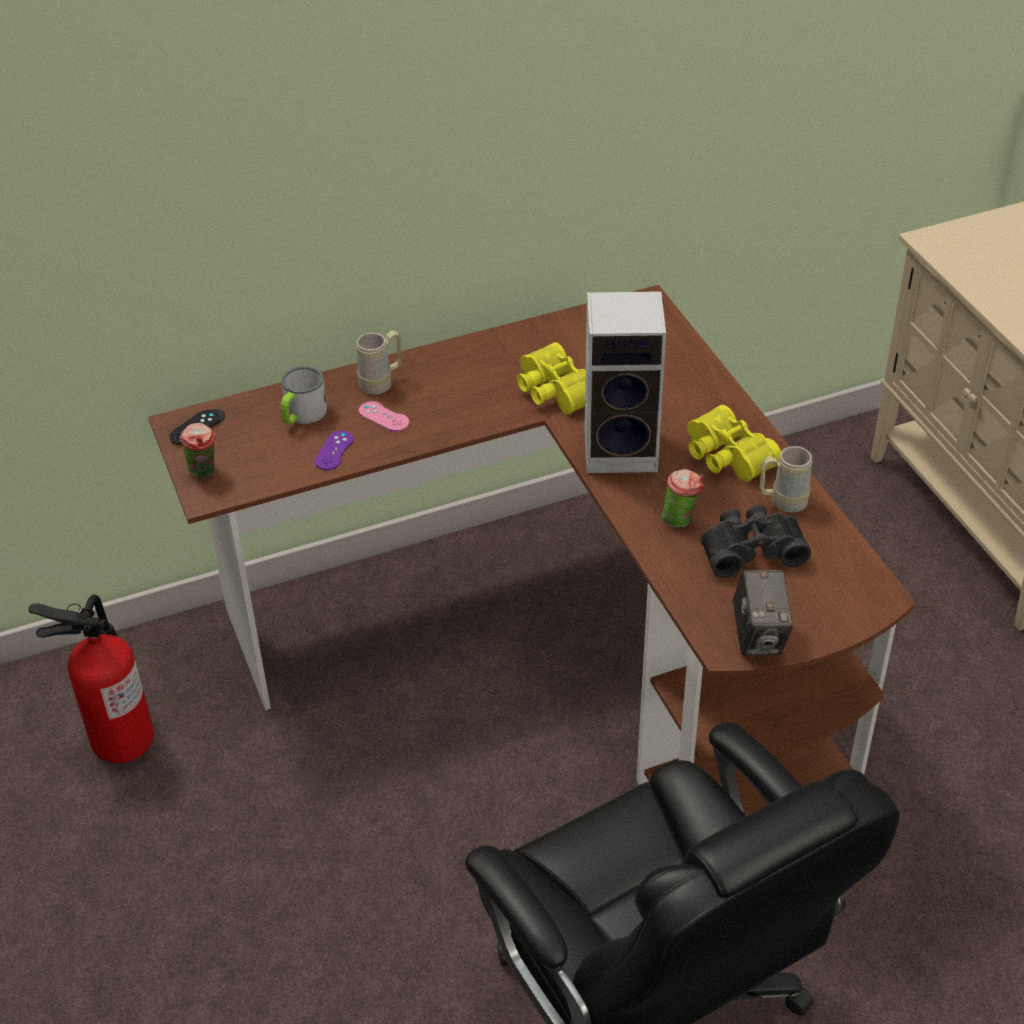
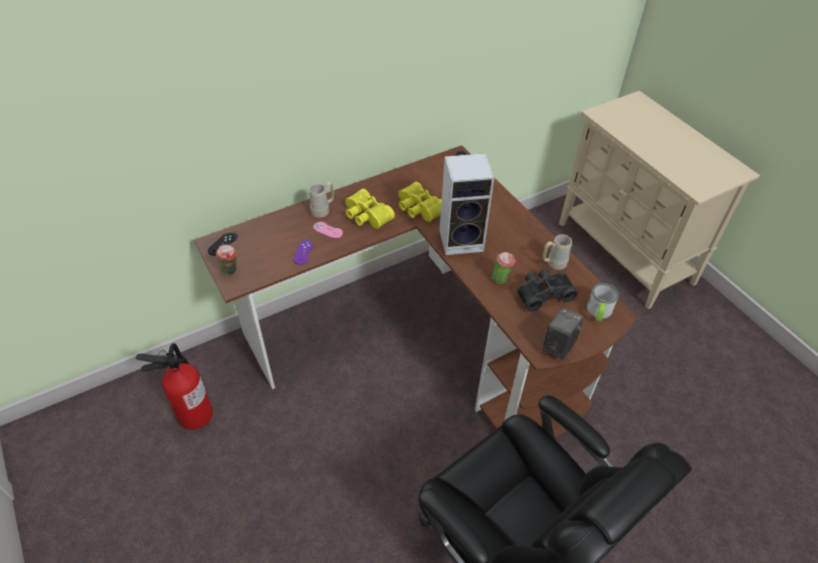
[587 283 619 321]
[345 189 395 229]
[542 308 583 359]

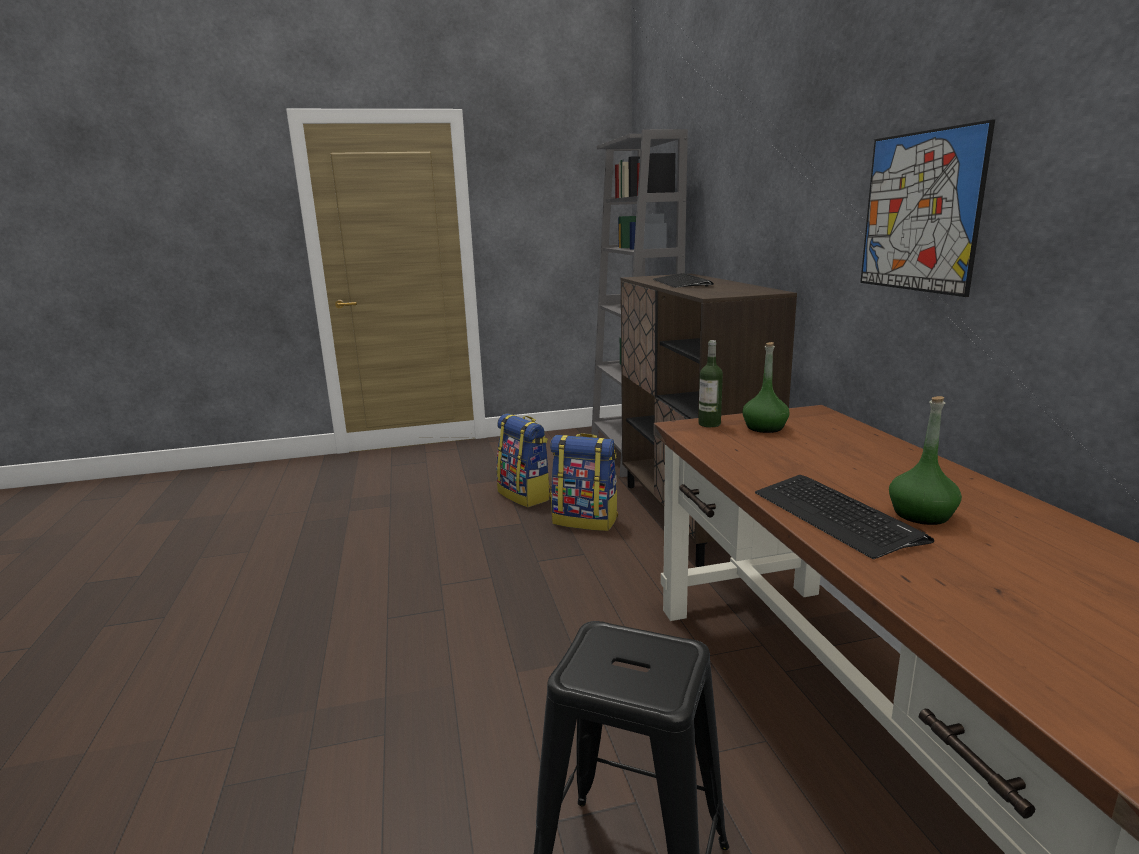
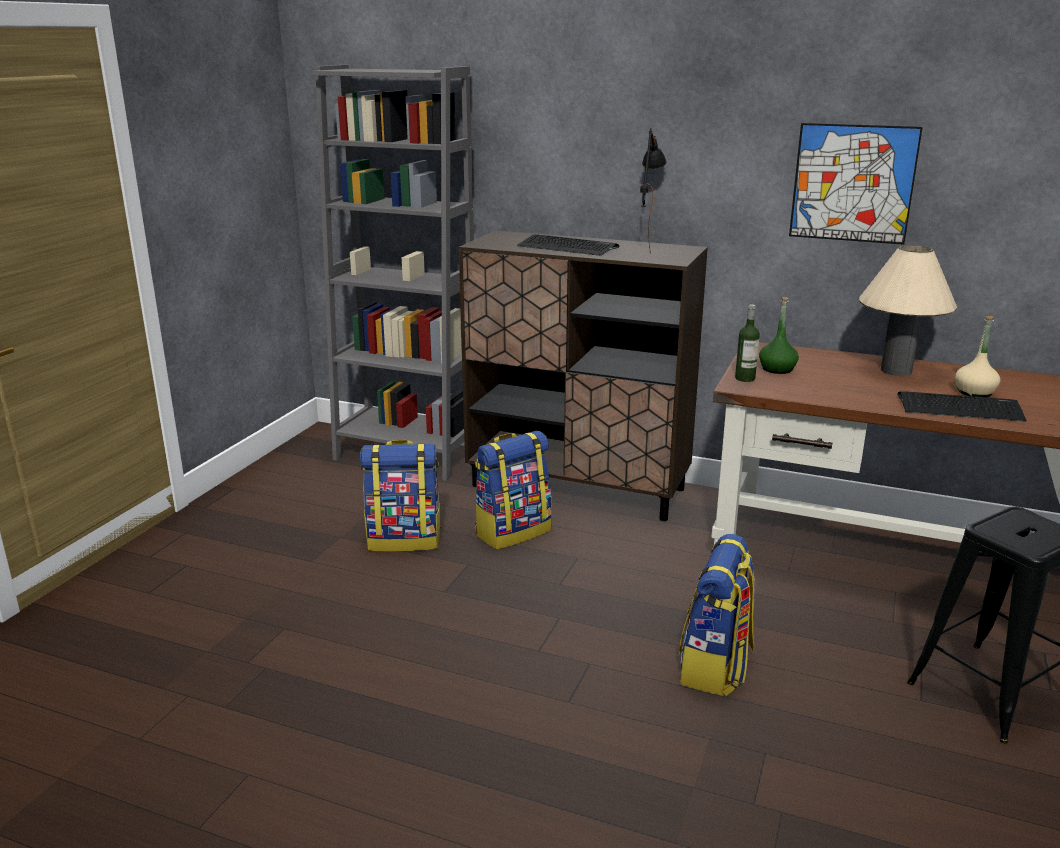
[955 316 1000 397]
[640 128 667 254]
[859 245 957 376]
[679 534 755 696]

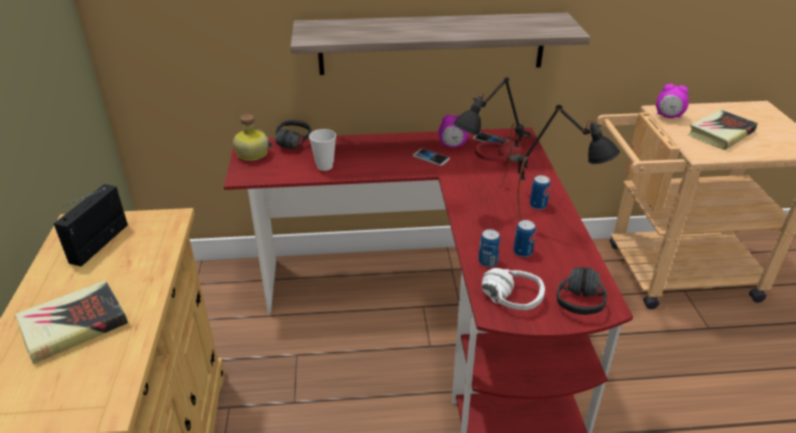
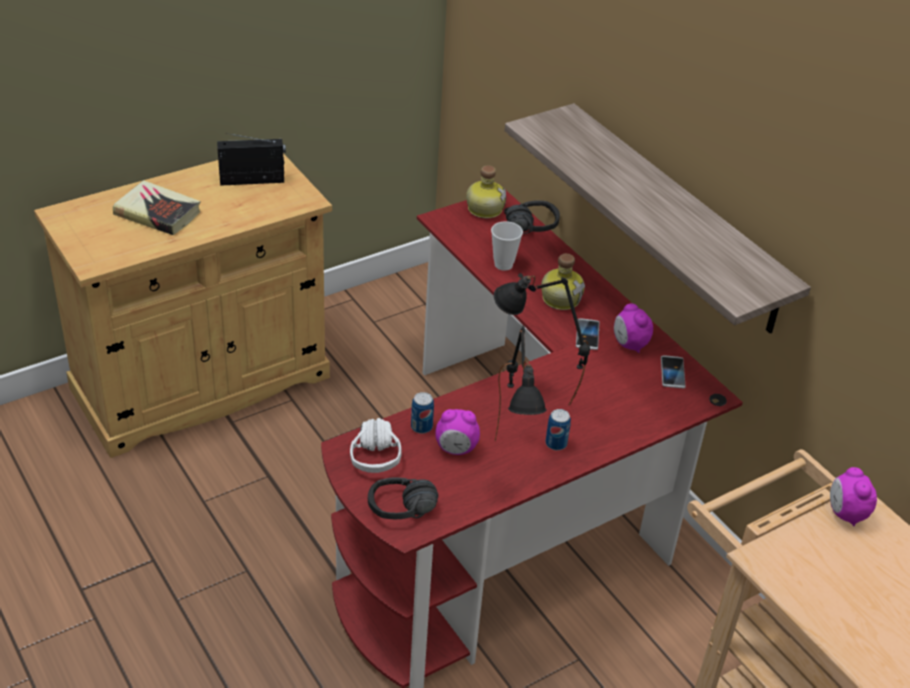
[688 109 758 150] (first image)
[475 141 523 164] (first image)
[435 409 480 455]
[541 254 585 310]

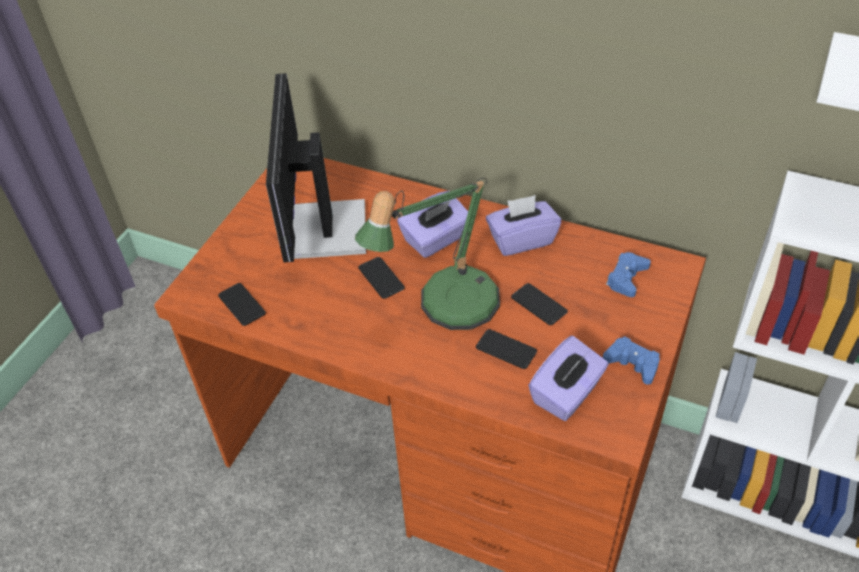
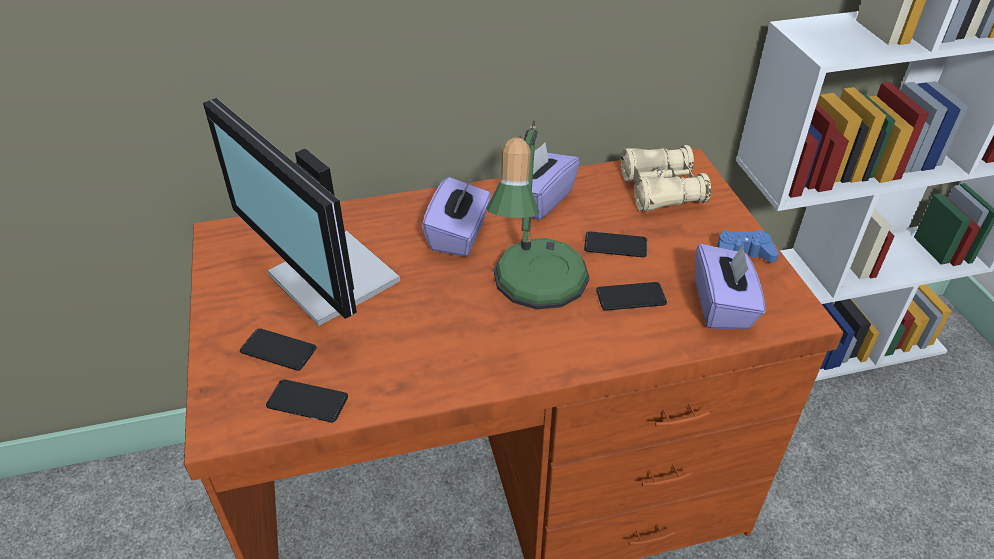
[621 145 711 212]
[240 328 316 371]

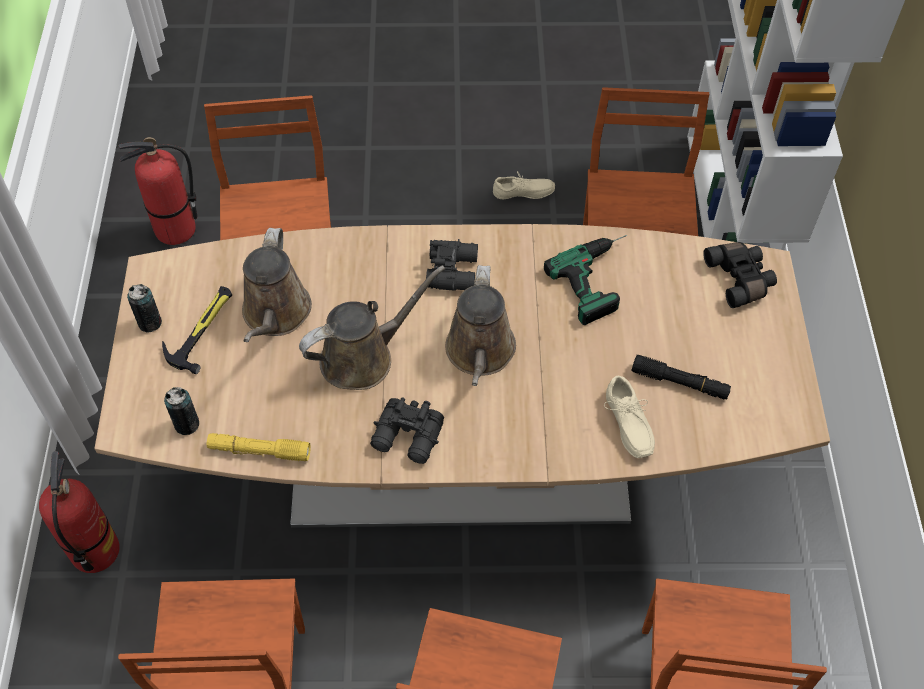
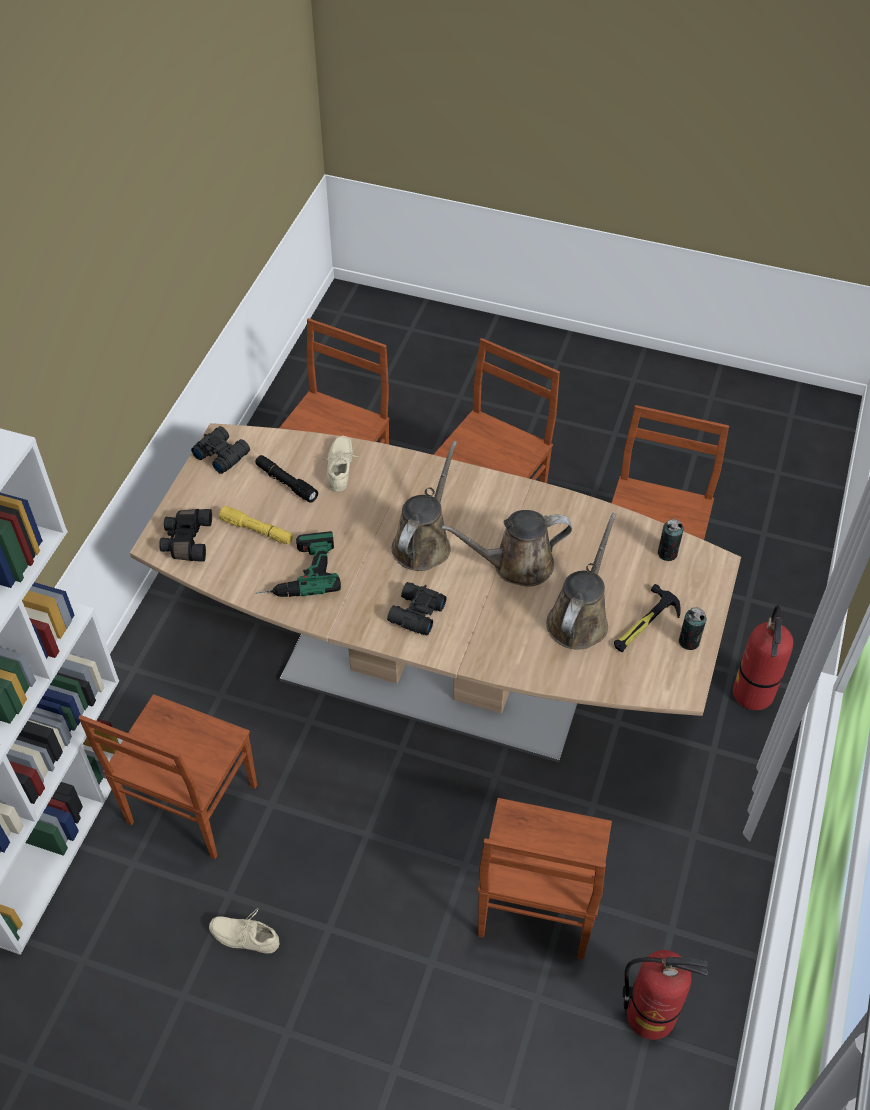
[191 426 250 474]
[219 506 293 545]

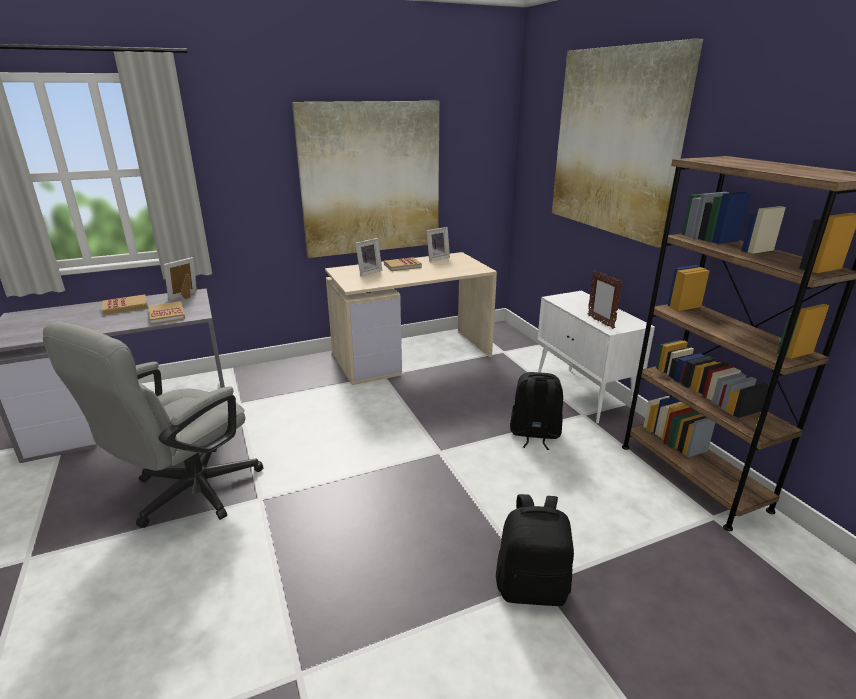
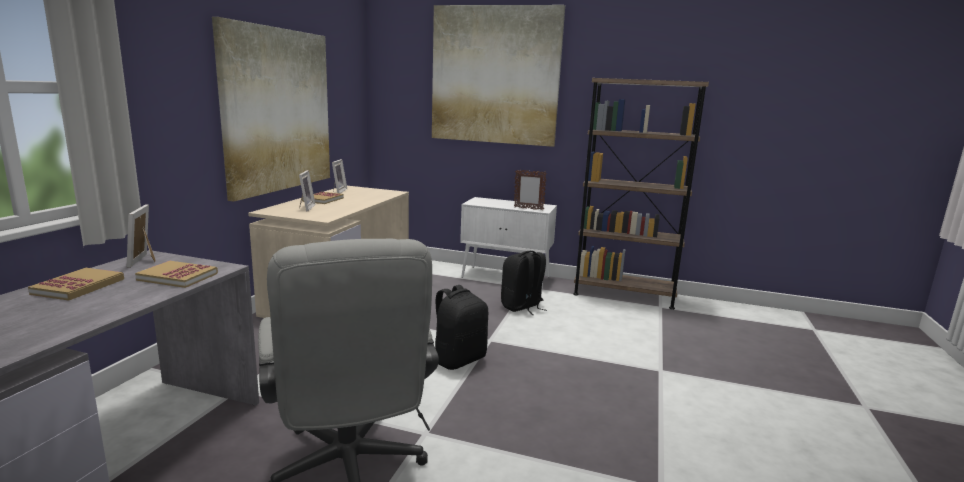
[435 285 488 370]

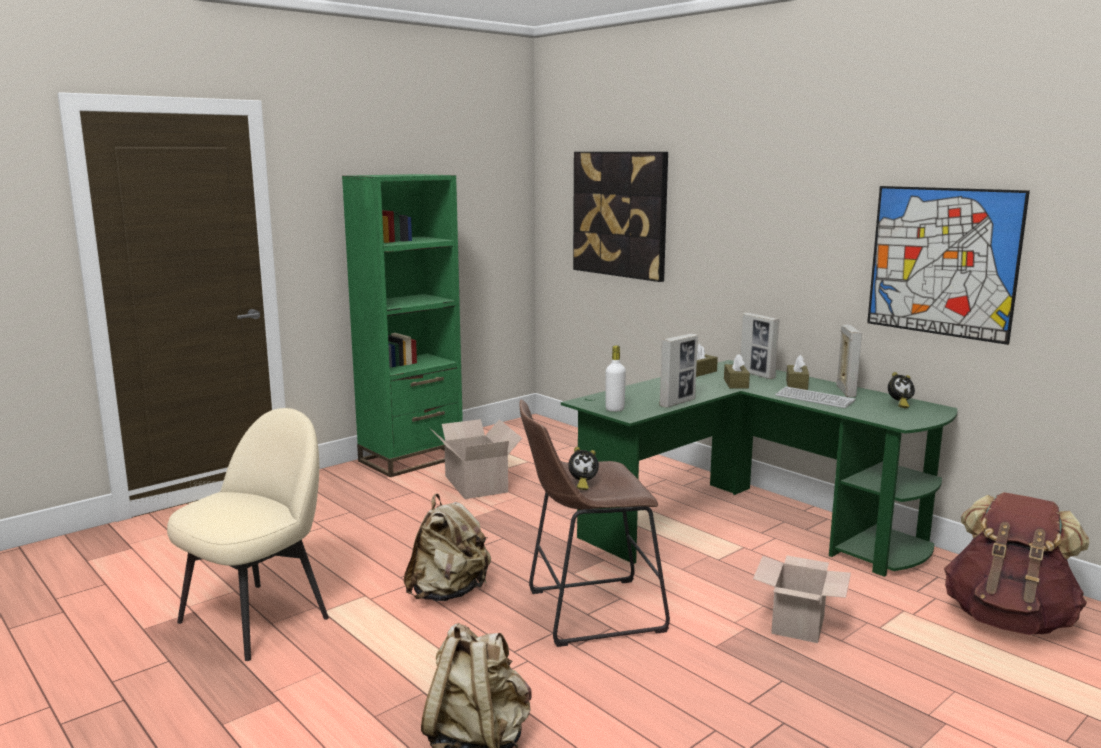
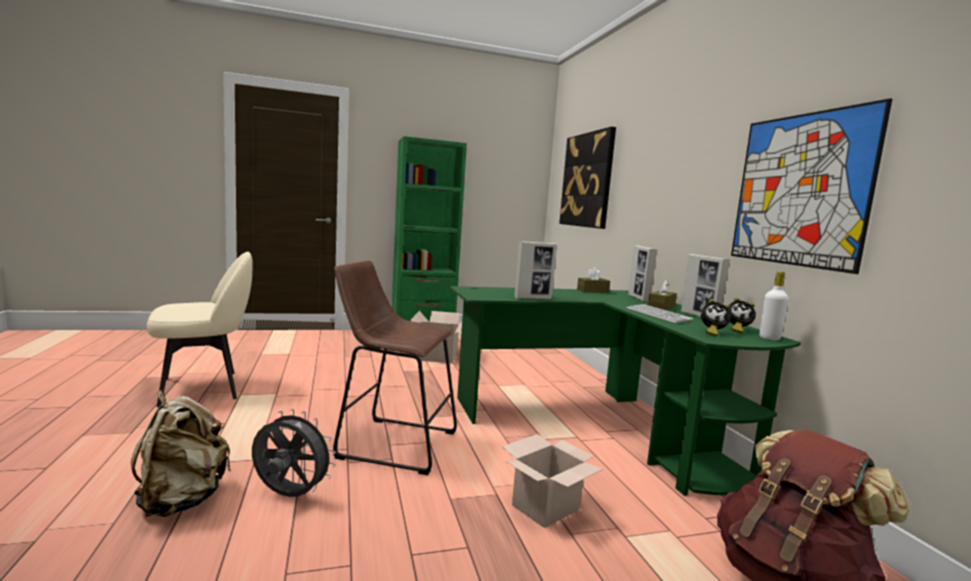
[681 254 730 317]
[759 271 789 340]
[724 354 750 389] (first image)
[701 299 731 336]
[403 494 491 601] (first image)
[252 409 336 497]

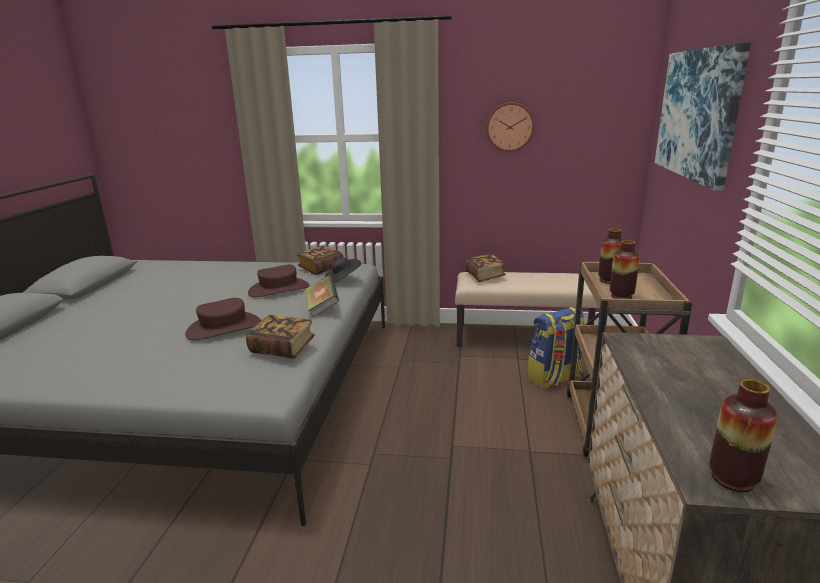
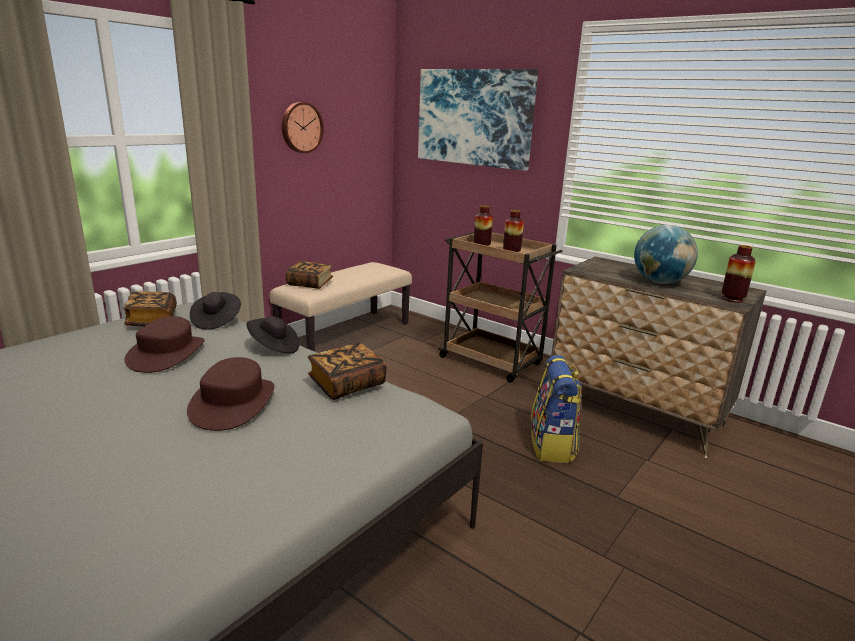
[246 316 299 354]
[531 355 582 463]
[634 225 698 284]

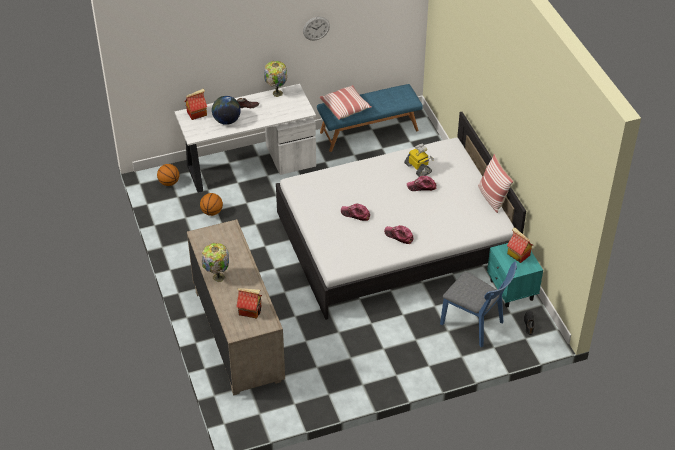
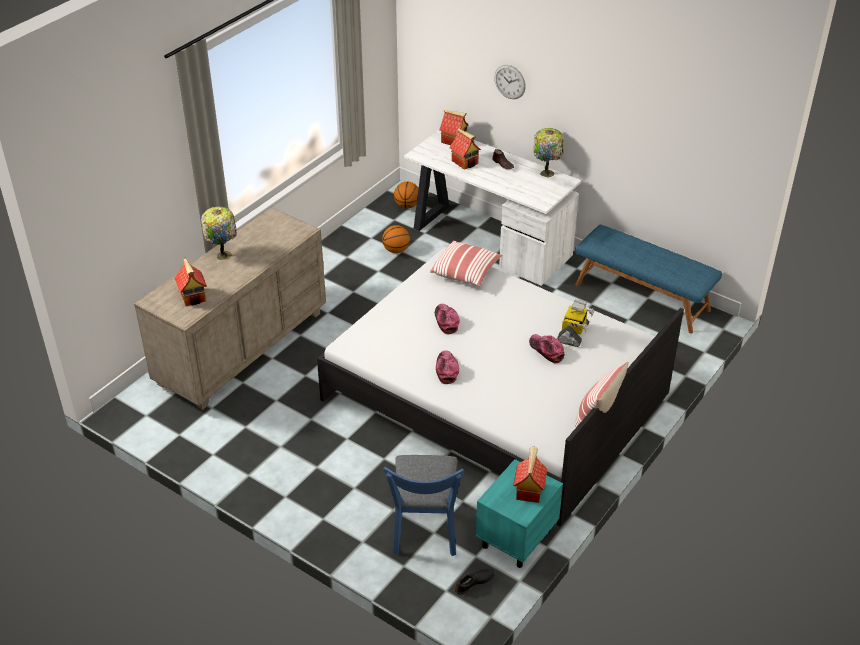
[494 65 526 99]
[430 241 503 286]
[449 128 481 170]

